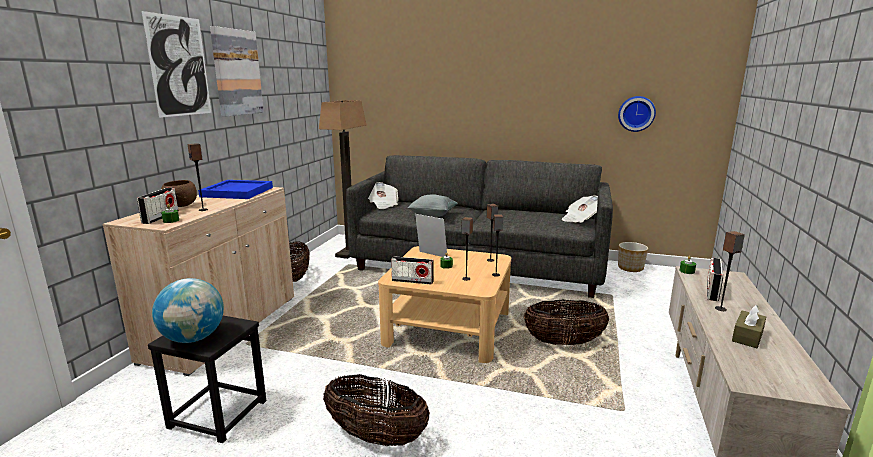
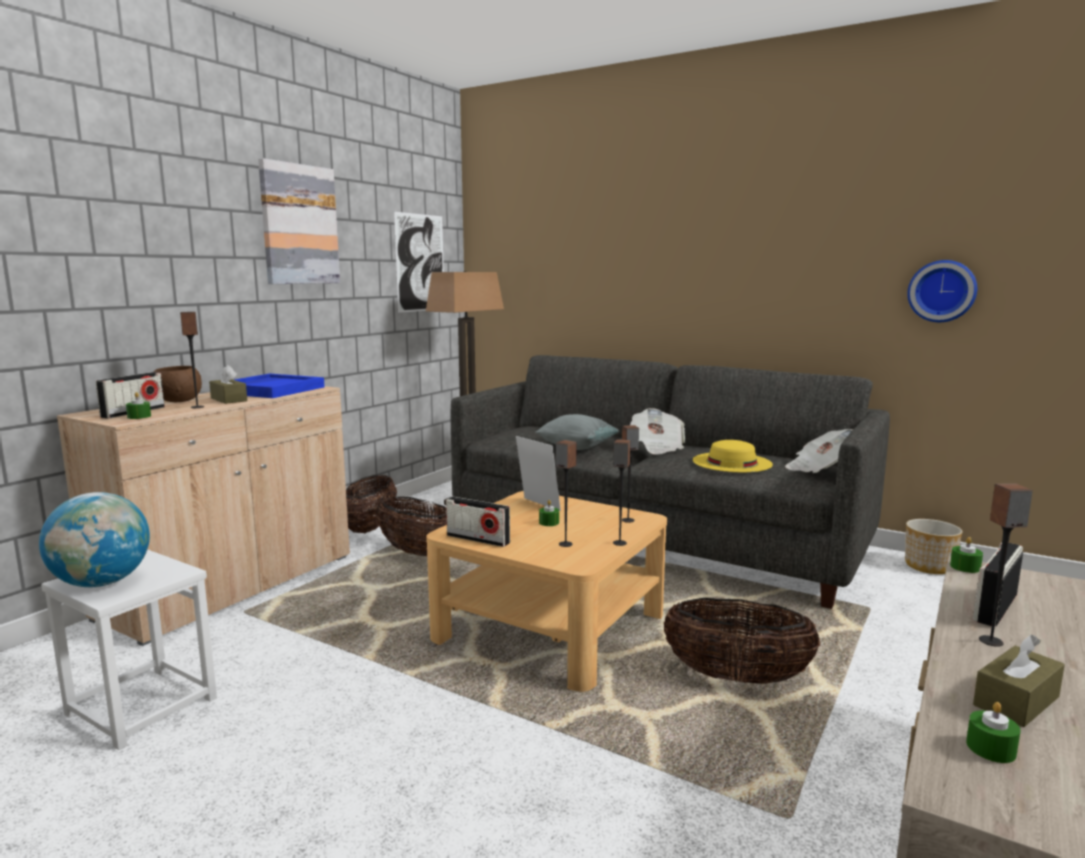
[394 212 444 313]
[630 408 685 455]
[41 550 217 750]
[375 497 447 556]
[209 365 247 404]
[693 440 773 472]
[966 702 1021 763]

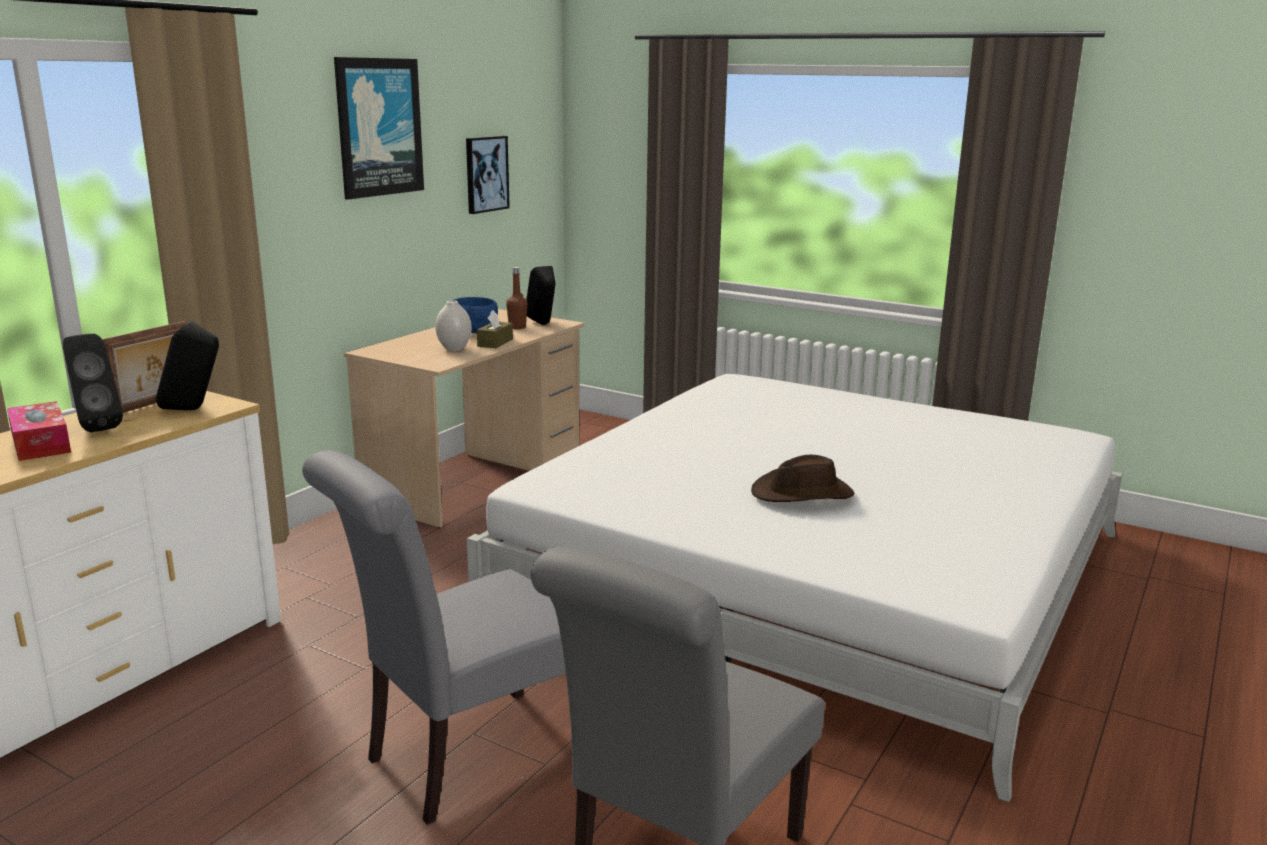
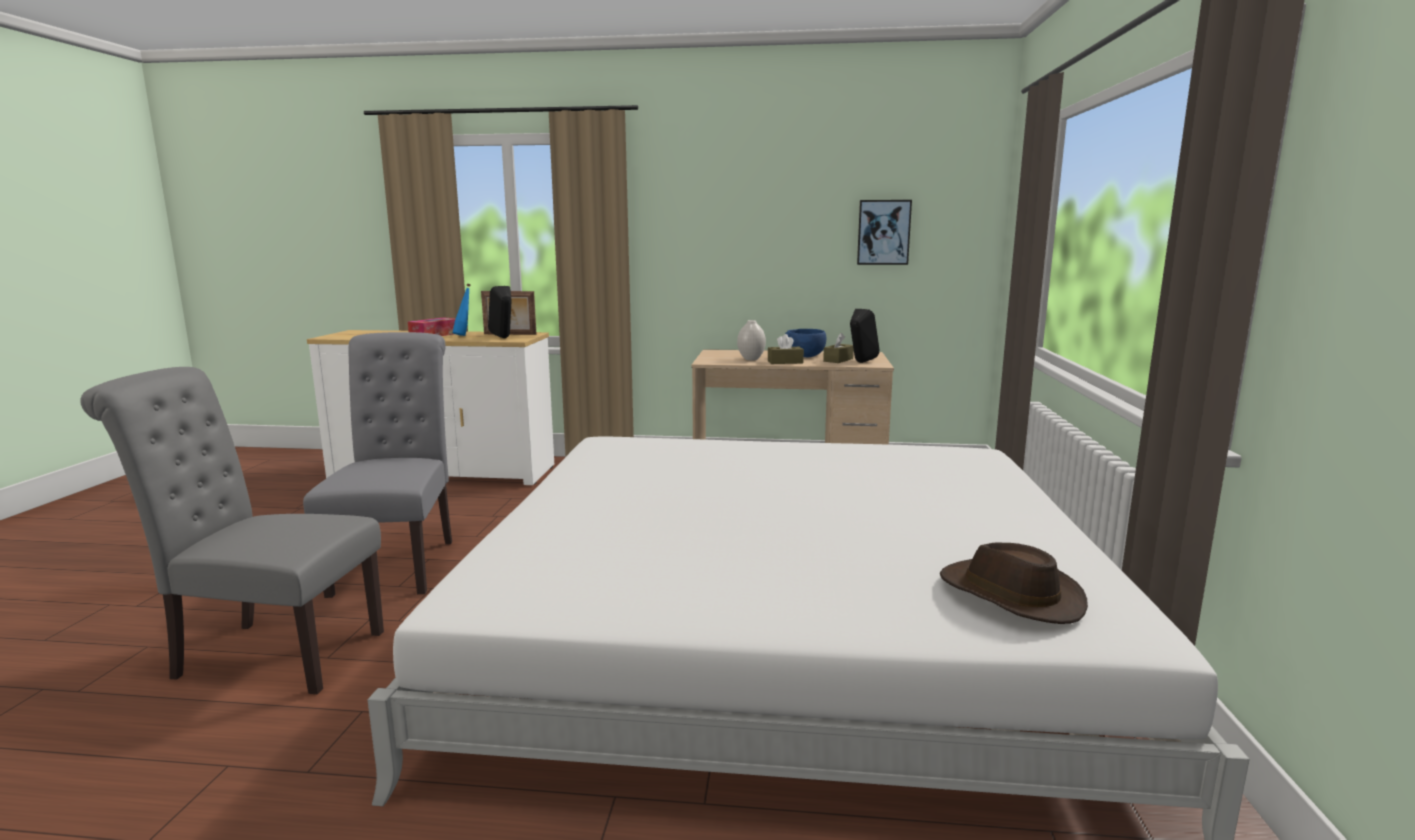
[334 57 424 200] (first image)
[823 333 854 363]
[453 284 471 336]
[303 332 452 598]
[940 542 1088 624]

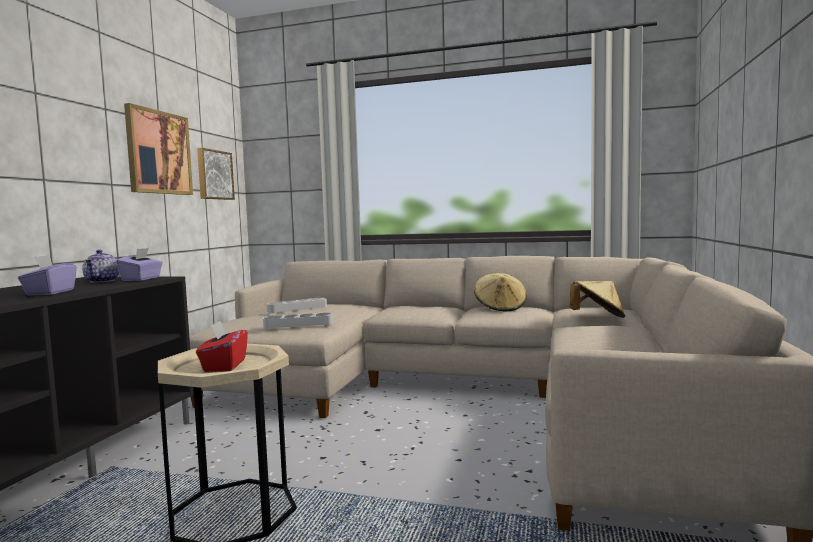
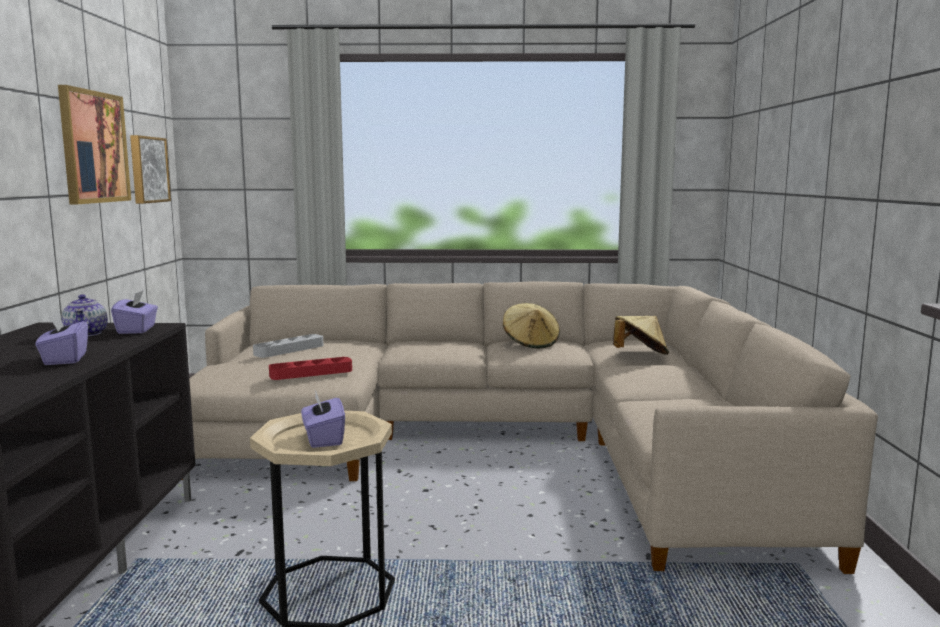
[269 357 352 380]
[301 390 345 448]

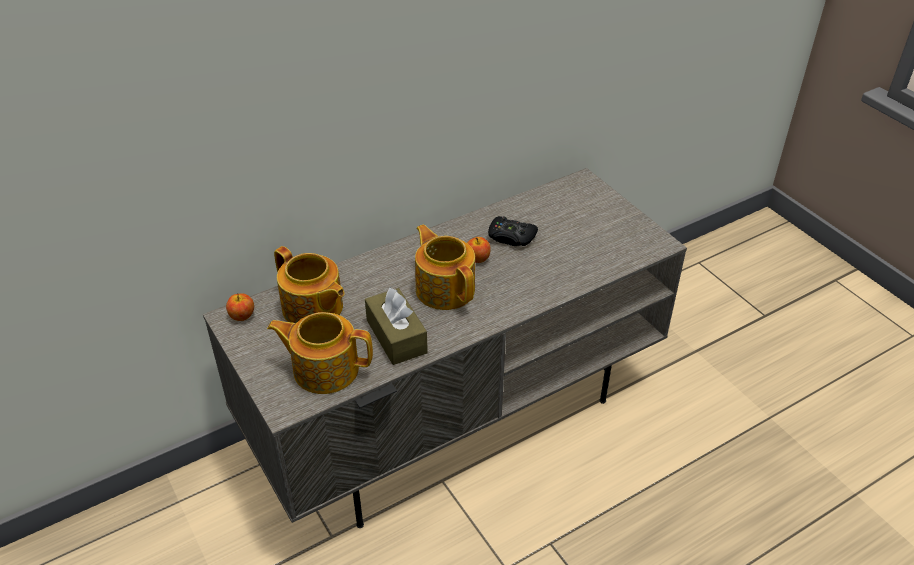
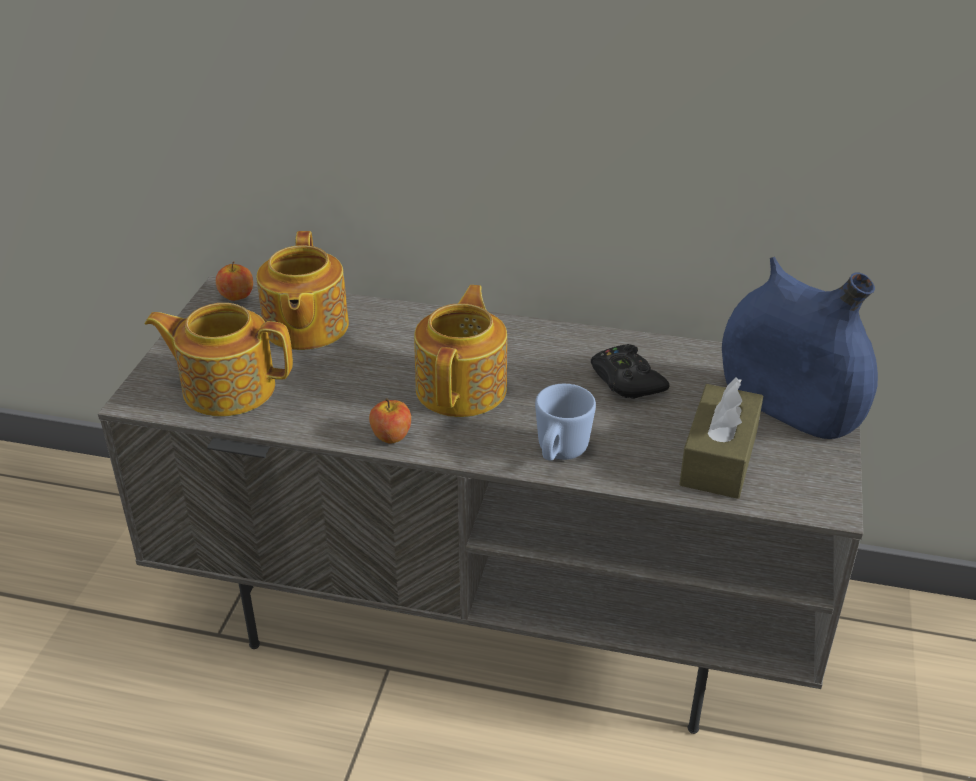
[369 398 411 444]
[679 377 763 499]
[145 303 293 417]
[722 257 878 439]
[535 384 596 461]

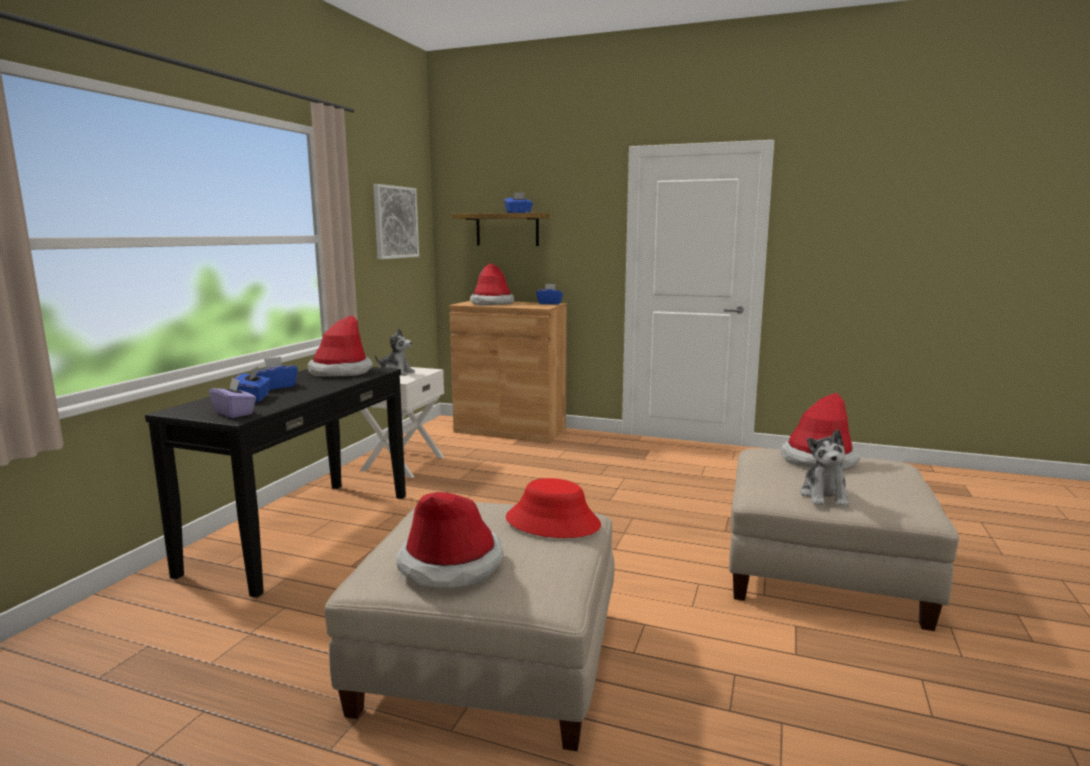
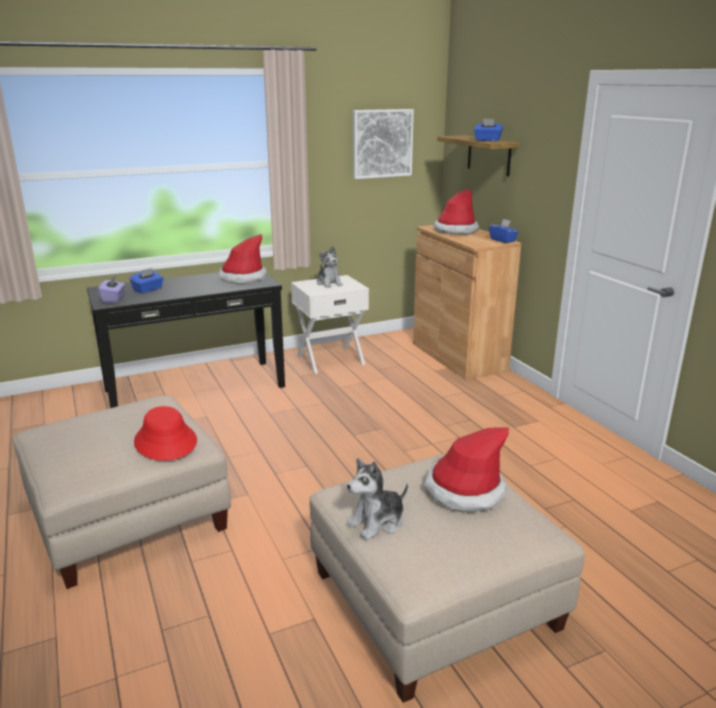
[256 356 298 390] (first image)
[396 492 504 588] (first image)

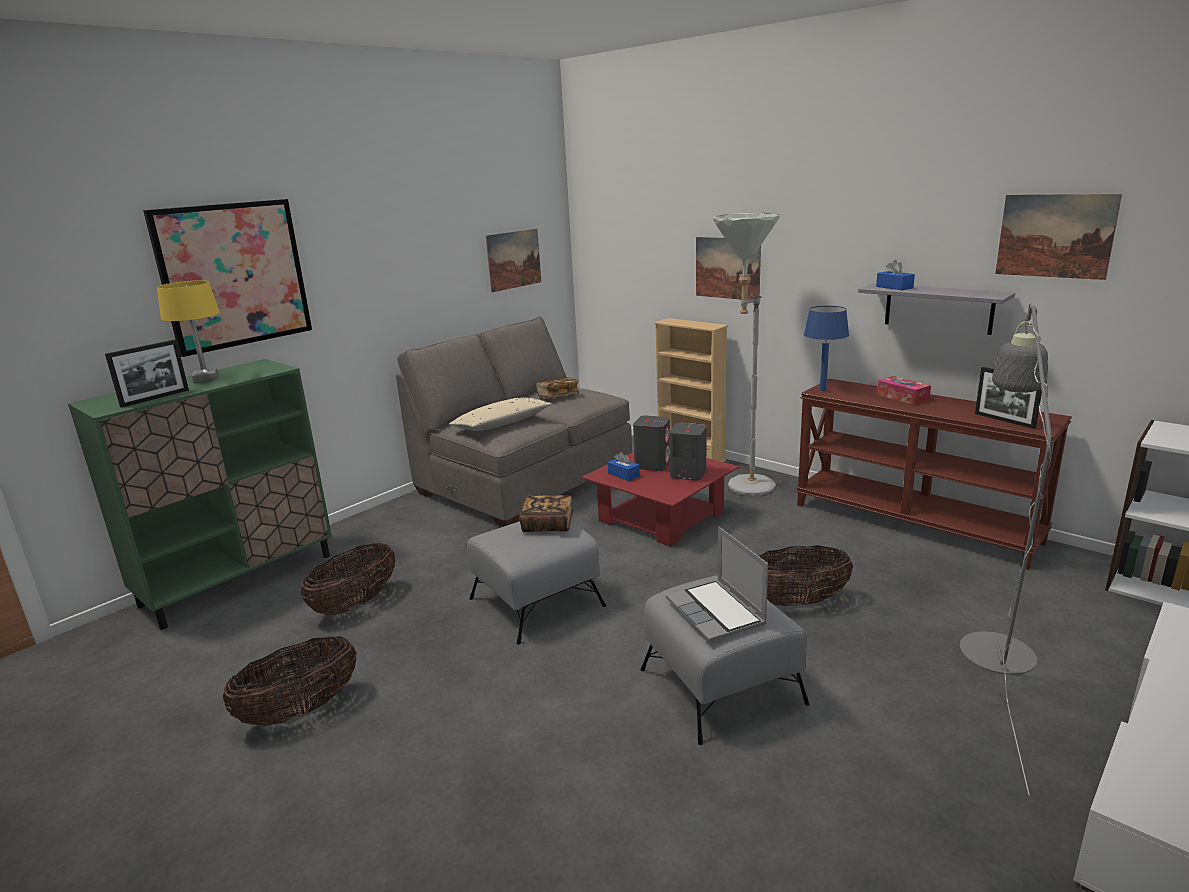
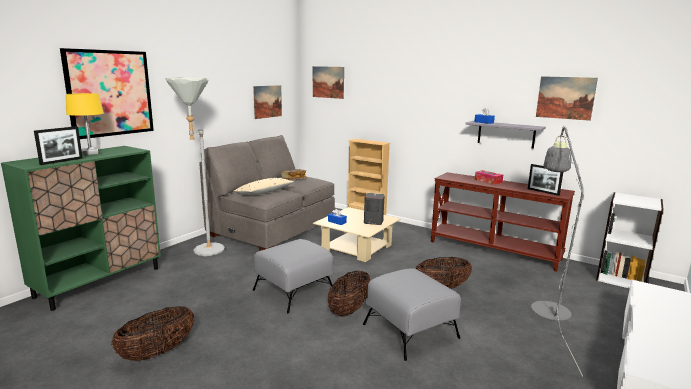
[165 78 225 256]
[313 66 344 99]
[804 306 849 391] (first image)
[633 415 670 471] (first image)
[313 207 401 262]
[520 495 573 532] (first image)
[666 527 768 642] (first image)
[328 271 370 317]

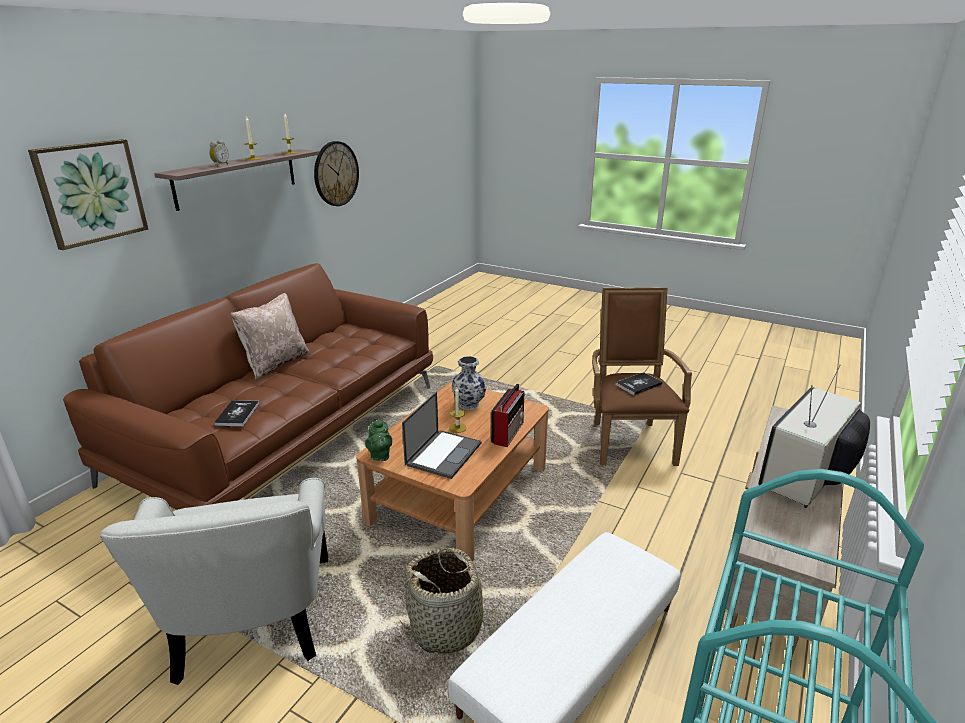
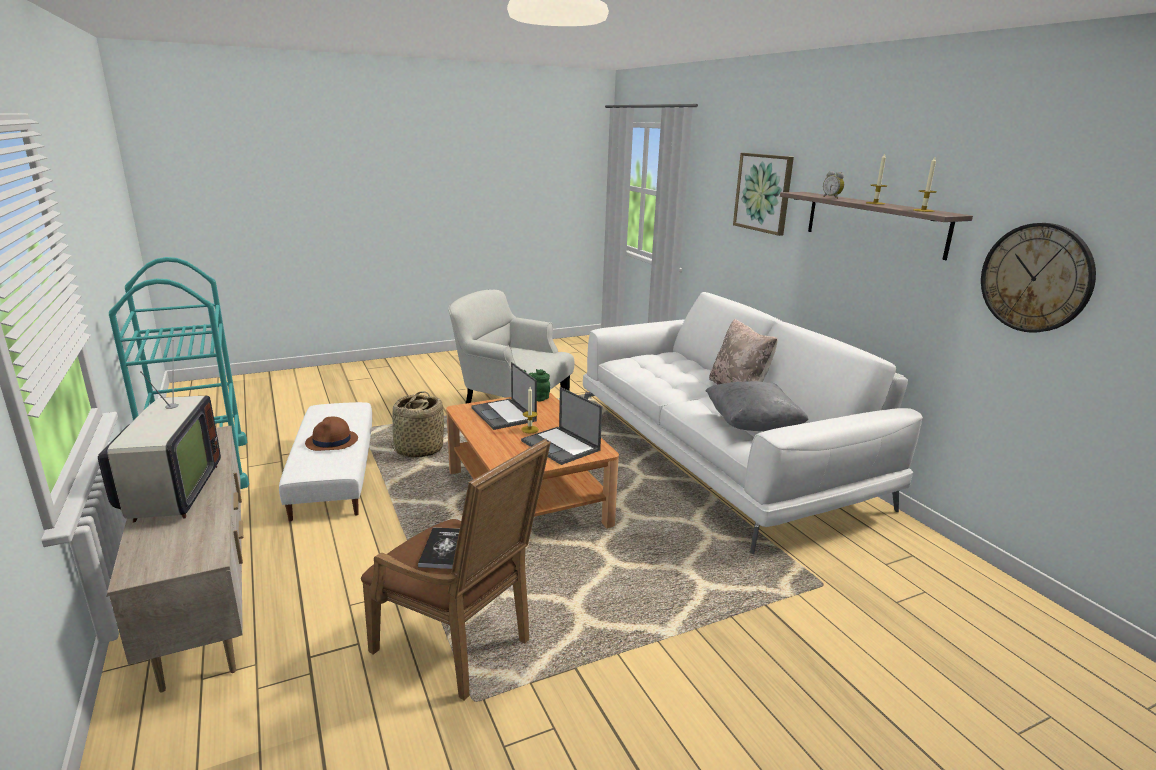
[583 292 923 554]
[521 387 602 465]
[491 384 524 447] (first image)
[214 400 259 426] (first image)
[706 381 809 431]
[305 417 358 451]

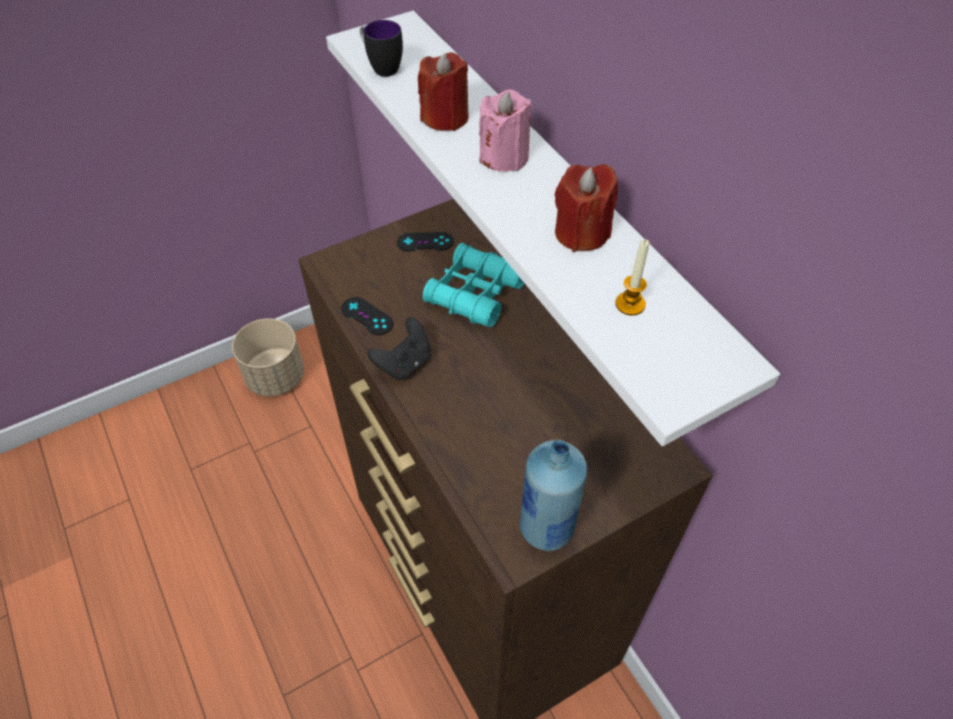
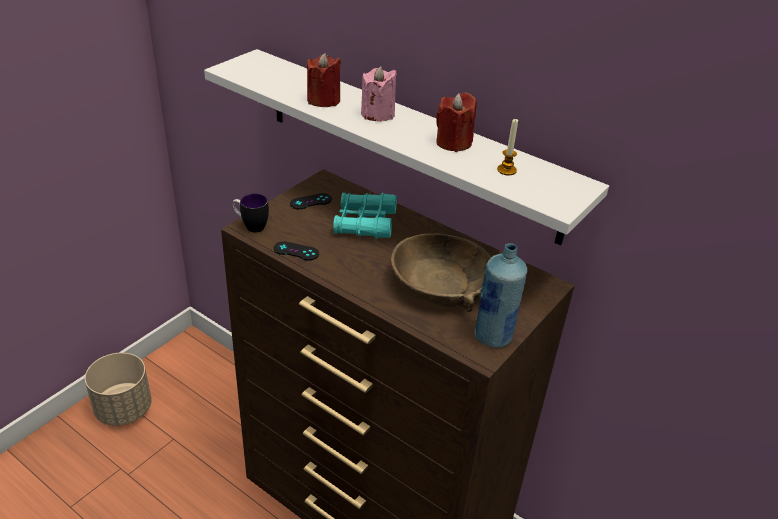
[232 193 269 233]
[368 317 431 380] (first image)
[391 234 491 312]

